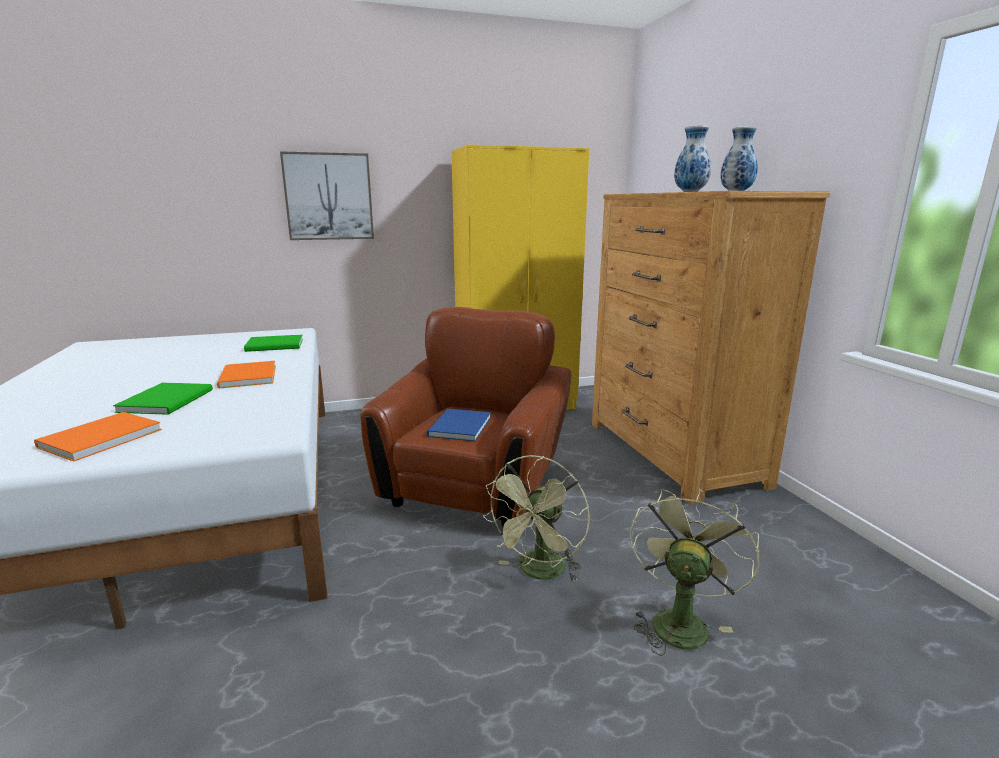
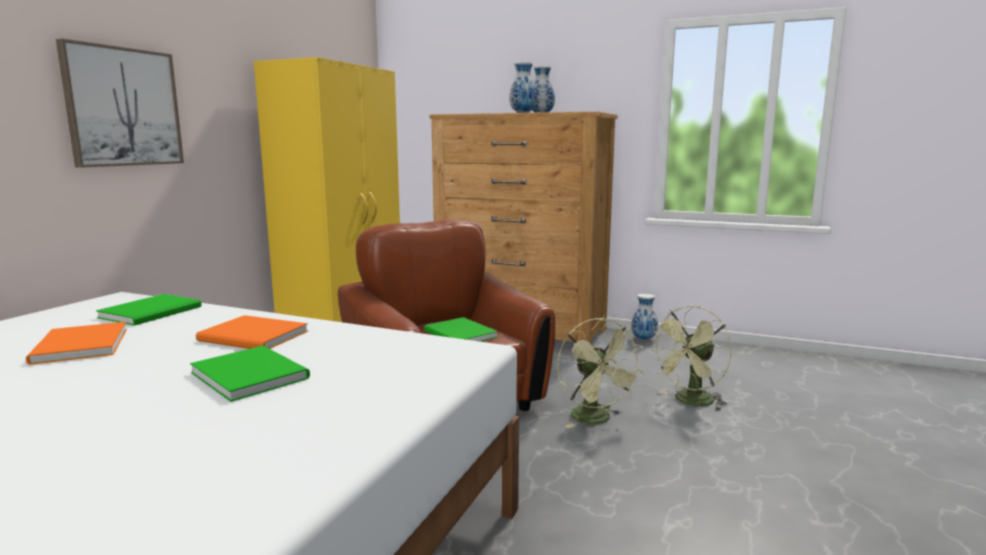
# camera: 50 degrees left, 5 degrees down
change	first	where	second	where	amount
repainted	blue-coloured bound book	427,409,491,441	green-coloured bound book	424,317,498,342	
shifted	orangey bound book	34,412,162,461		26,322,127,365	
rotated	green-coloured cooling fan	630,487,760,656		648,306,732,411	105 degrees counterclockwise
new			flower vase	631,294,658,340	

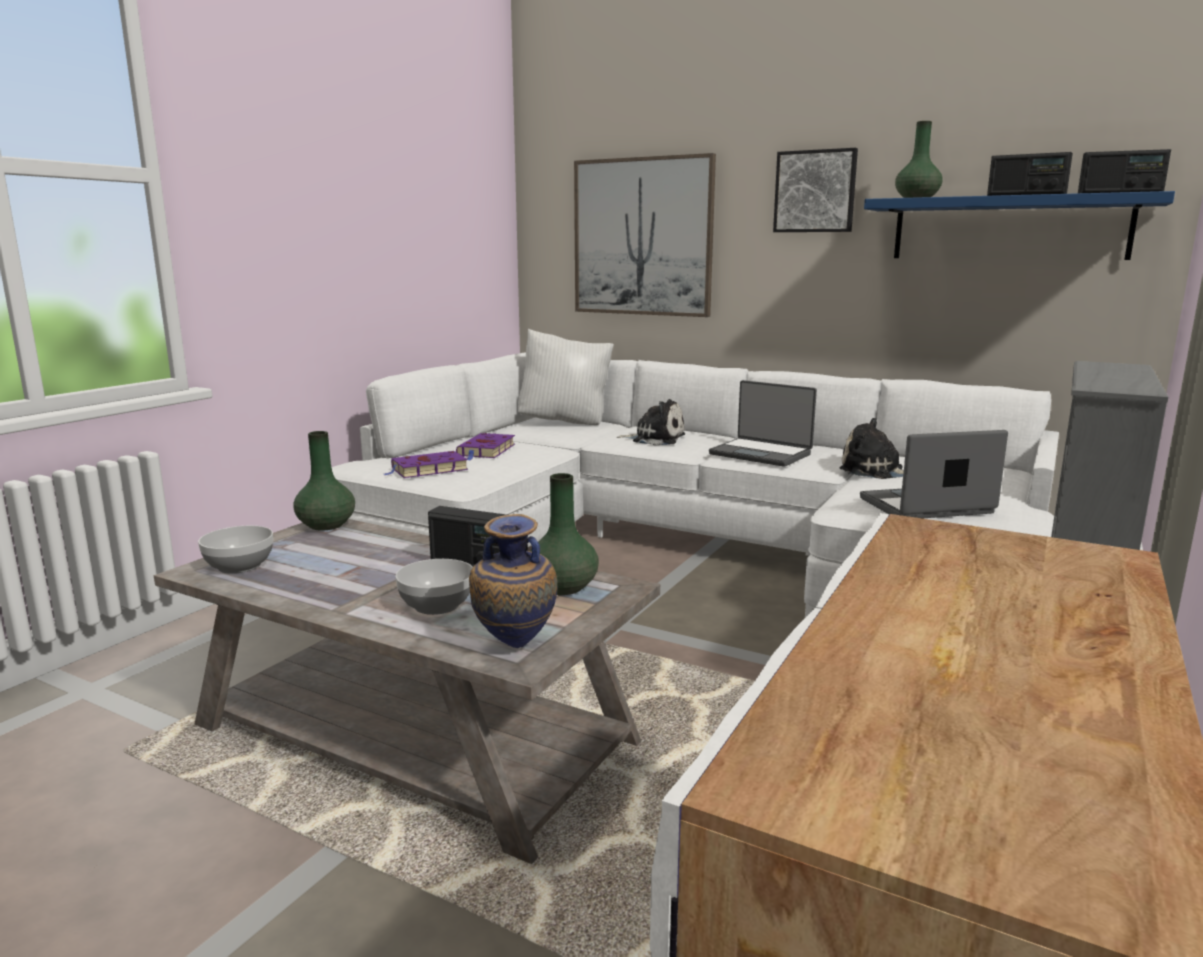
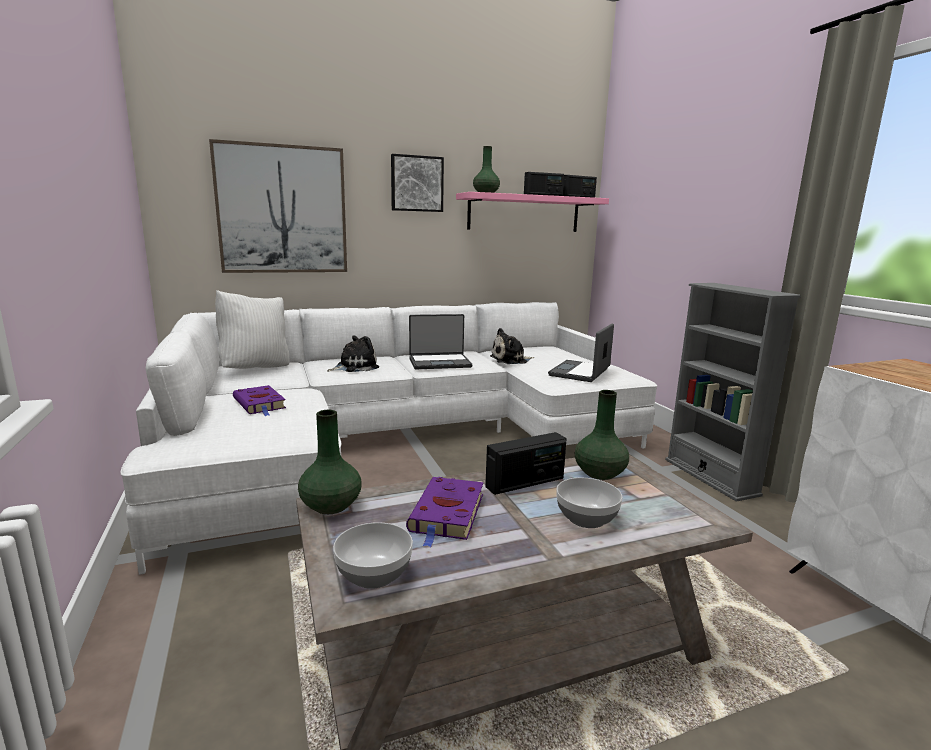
# camera: 50 degrees left, 0 degrees up
change	first	where	second	where	amount
repainted	blue-coloured wall shelf	864,191,1175,260	pinkish wall shelf	456,192,609,232	
shifted	purplish bound book	385,451,468,478		406,477,483,547	
gone	flower vase	469,514,557,648			

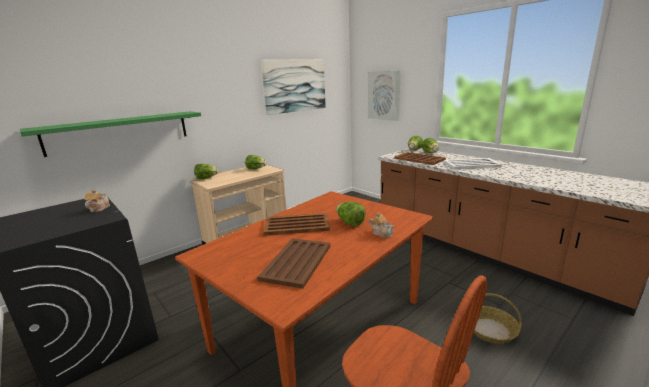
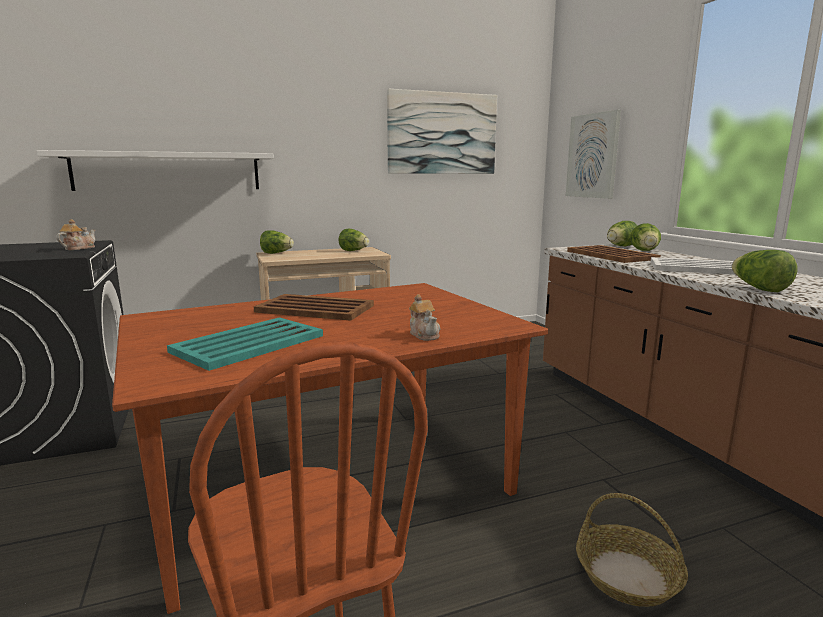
# camera: 20 degrees right, 5 degrees down
change	first	where	second	where	amount
repainted	green-coloured wall shelf	20,111,201,157	white wall shelf	37,150,274,191	
shifted	lettuce head	336,202,366,227		732,250,797,292	
repainted	brown serving tray	257,238,331,289	turquoise serving tray	167,317,323,371	

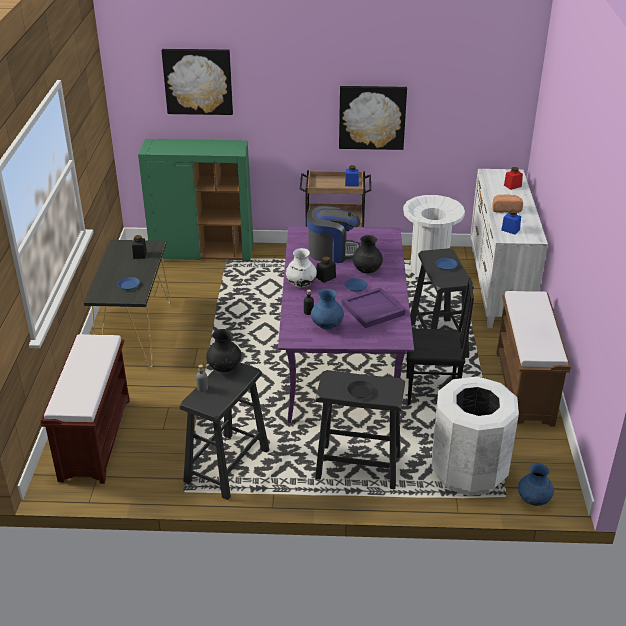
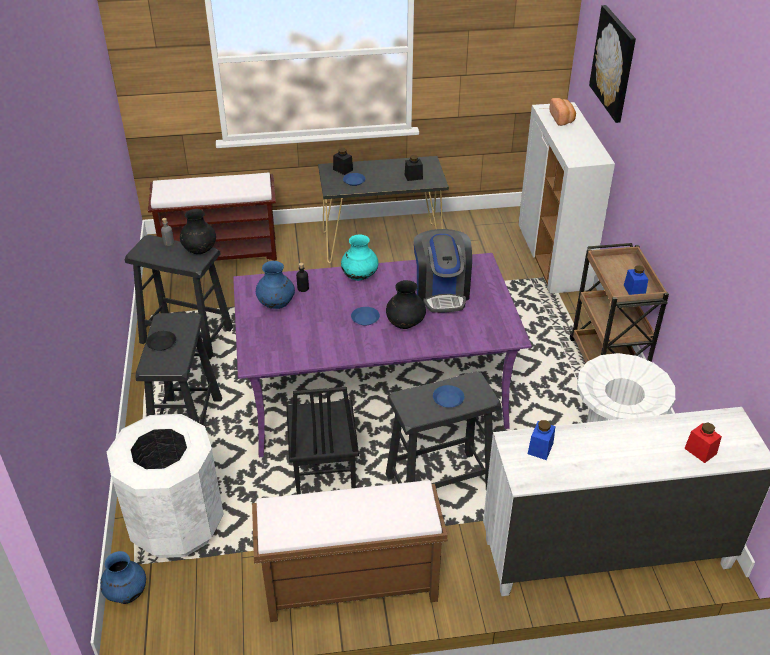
# camera: 80 degrees right, 5 degrees up
change	first	where	second	where	amount
gone	wall picture	339,86,407,150			
repainted	green-coloured cupboard	138,139,253,261	white cupboard	518,102,615,294	
shifted	bakery bread	492,194,523,213		549,98,576,126	
repainted	white flower vase	286,248,317,287	turquoise flower vase	341,235,379,281	
shifted	blackish preserve jar	316,256,336,283		333,148,353,175	
gone	purplish serving tray	342,287,405,328			

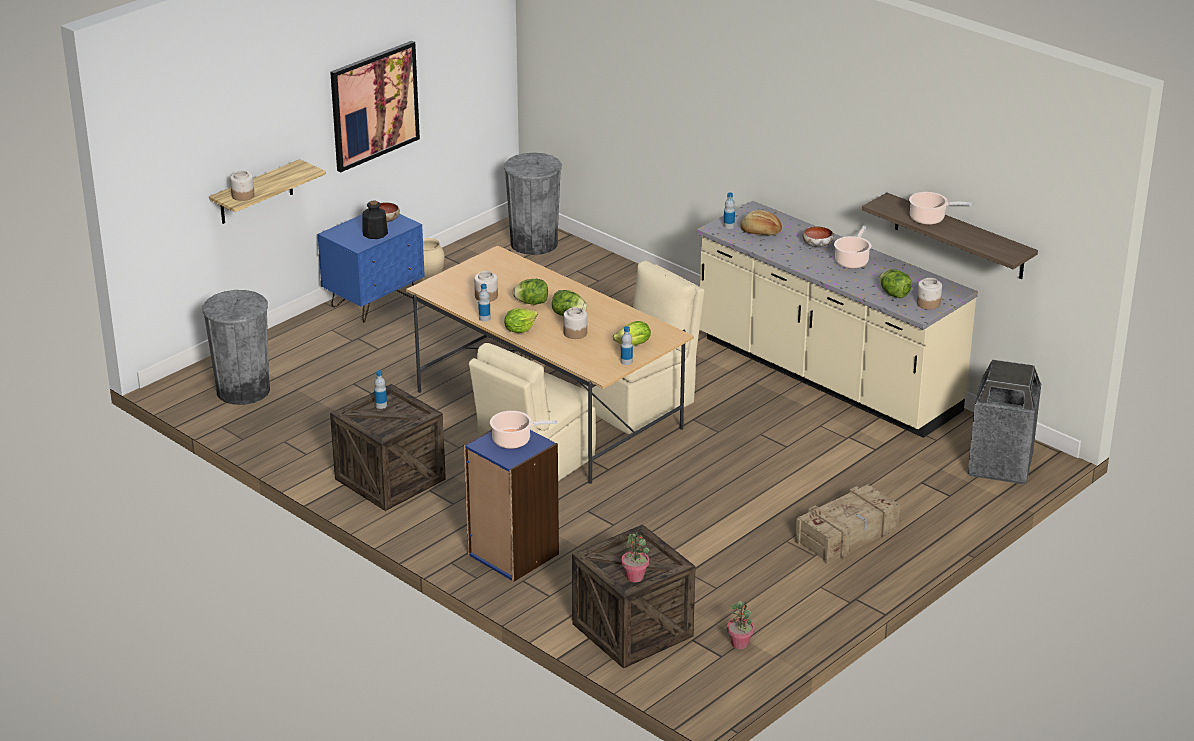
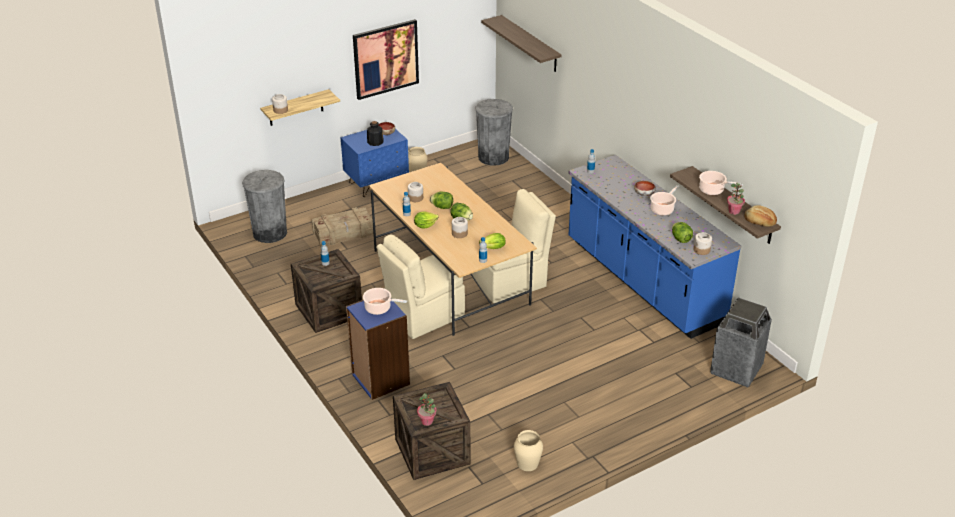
# camera: 15 degrees right, 5 degrees up
change	first	where	second	where	amount
repainted	beige-coloured kitchen base unit	697,201,978,438	blue-coloured kitchen base unit	568,155,741,339	
shifted	bakery bread	740,210,782,235		744,205,777,227	
shifted	crate	795,484,900,564		312,207,373,247	
shifted	plant in a pot	727,601,754,649		727,183,745,215	
new			wall shelf	481,15,561,72	
new			beige-coloured flower vase	514,430,543,471	

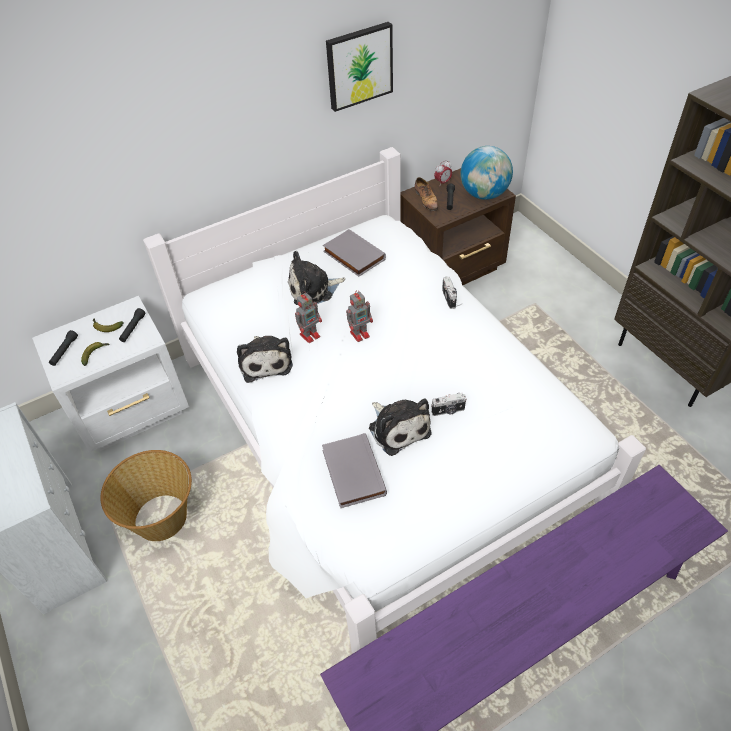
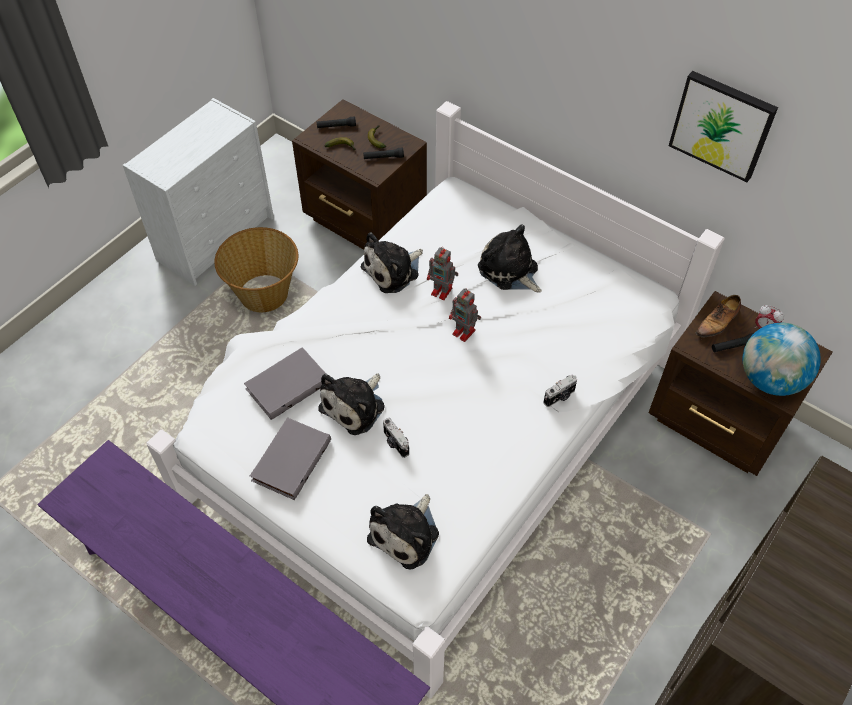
# camera: 65 degrees right, 5 degrees up
change	first	where	second	where	amount
shifted	grey bound book	323,229,386,277		250,417,331,500	
repainted	white bedside table	32,296,189,452	brown bedside table	292,99,427,250	
new			plush toy	367,494,439,569	

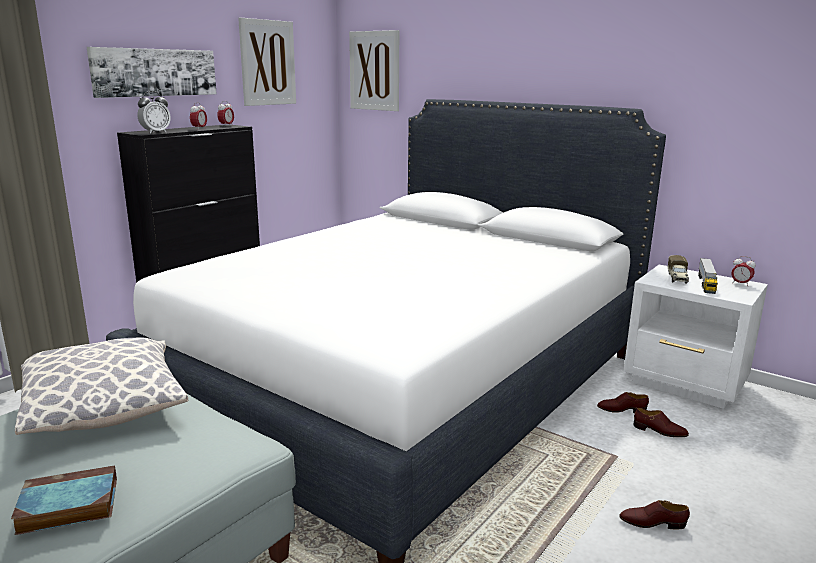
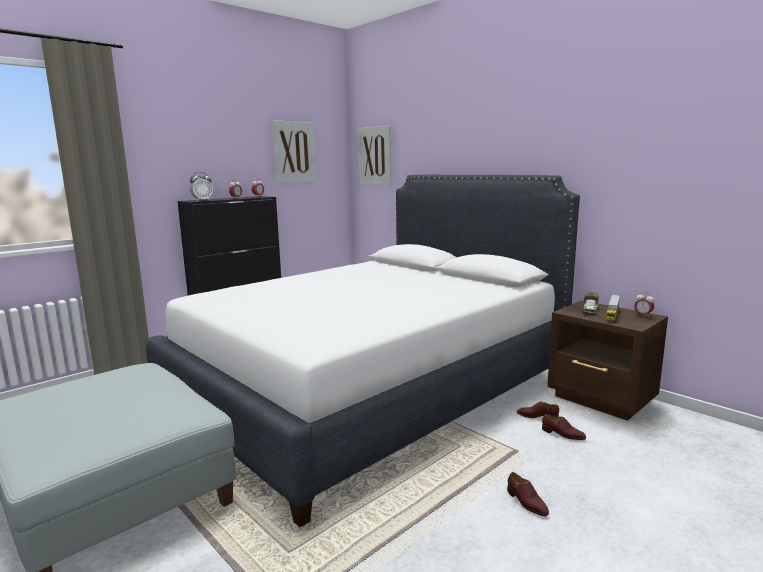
# camera: 10 degrees right, 5 degrees down
change	first	where	second	where	amount
gone	wall picture	87,47,217,98			
repainted	white bedside table	624,265,768,409	brown bedside table	547,300,668,421	
gone	pillow	15,337,188,435			
gone	bound book	11,465,117,535			
rotated	brown low shoe	620,500,690,529		507,472,549,516	135 degrees counterclockwise

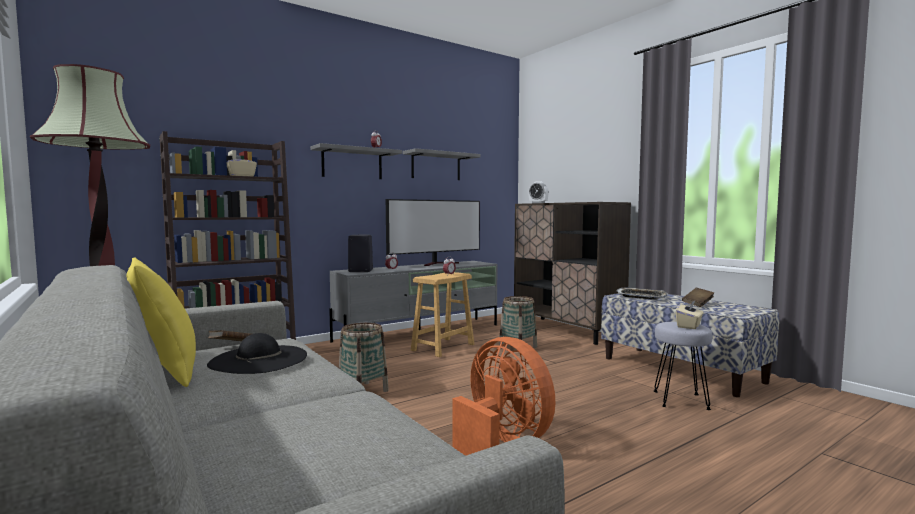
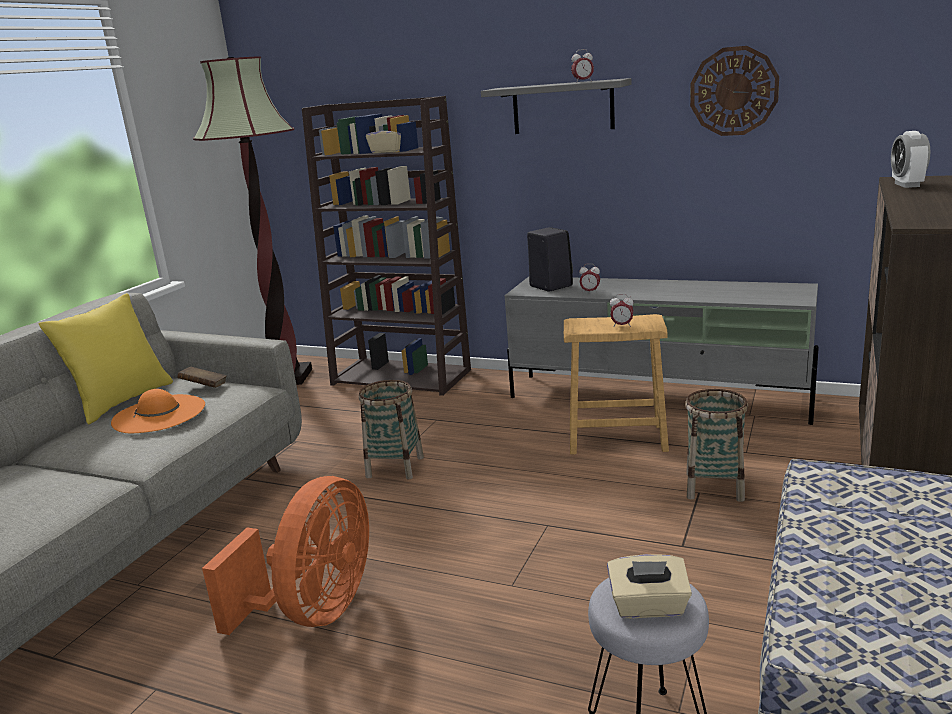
# camera: 60 degrees right, 15 degrees up
change	first	where	second	where	amount
swapped	grey wall shelf	403,148,481,180	hanging clock	690,46,779,136	
gone	TV set	386,199,480,266			
gone	serving tray	617,288,668,300			
gone	brown bound book	682,288,714,307			
repainted	blackish clothing hat	207,333,307,374	orangey clothing hat	111,389,205,433	

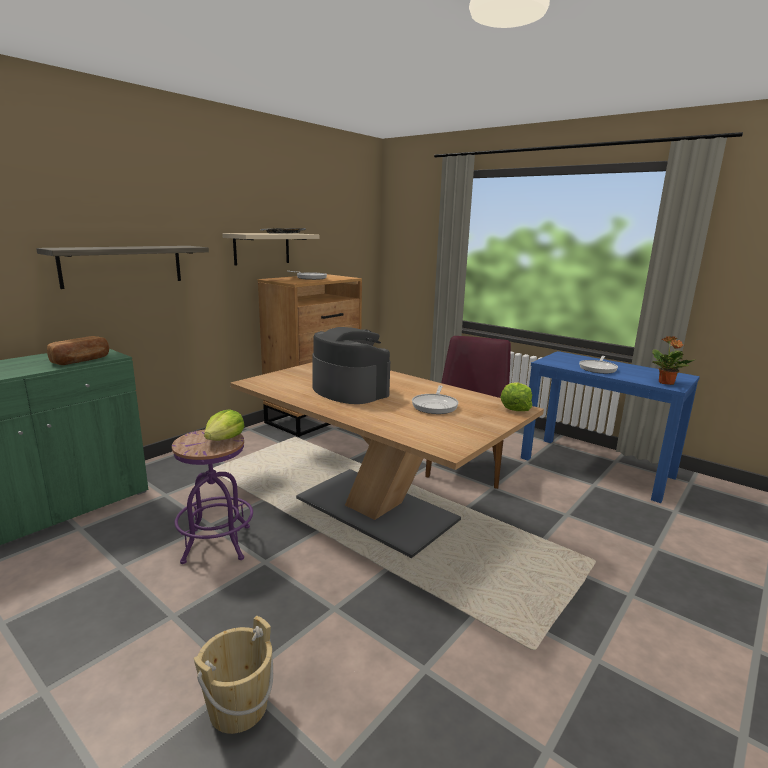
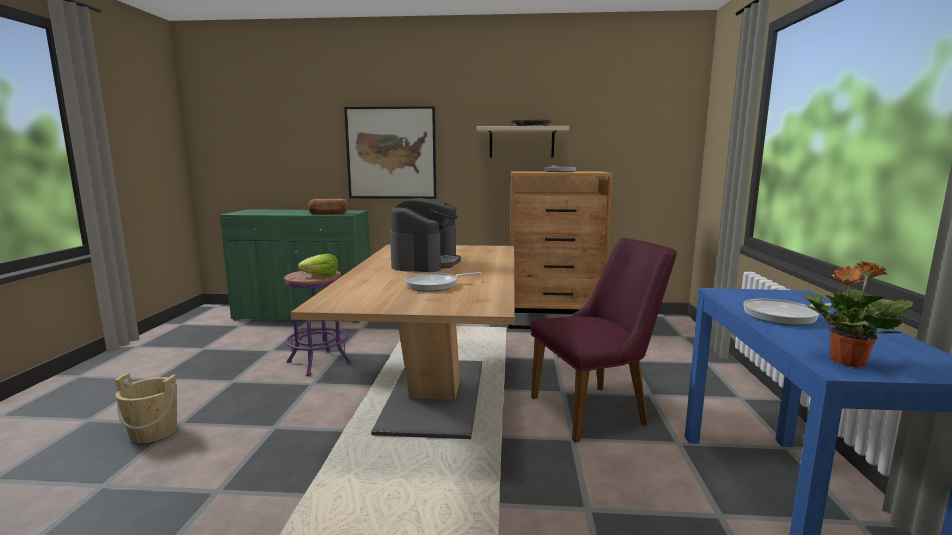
# camera: 55 degrees right, 5 degrees down
change	first	where	second	where	amount
swapped	wall shelf	36,246,209,289	wall picture	344,106,436,199	
gone	lettuce head	500,382,532,411			

